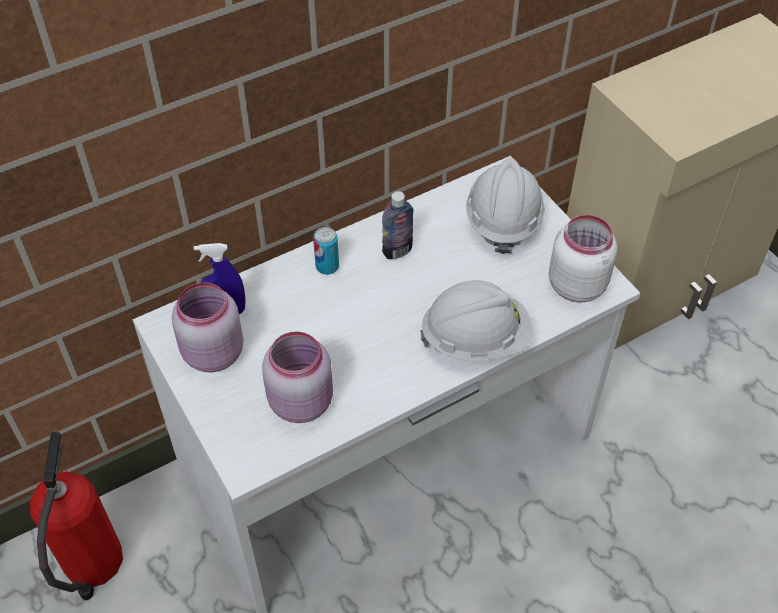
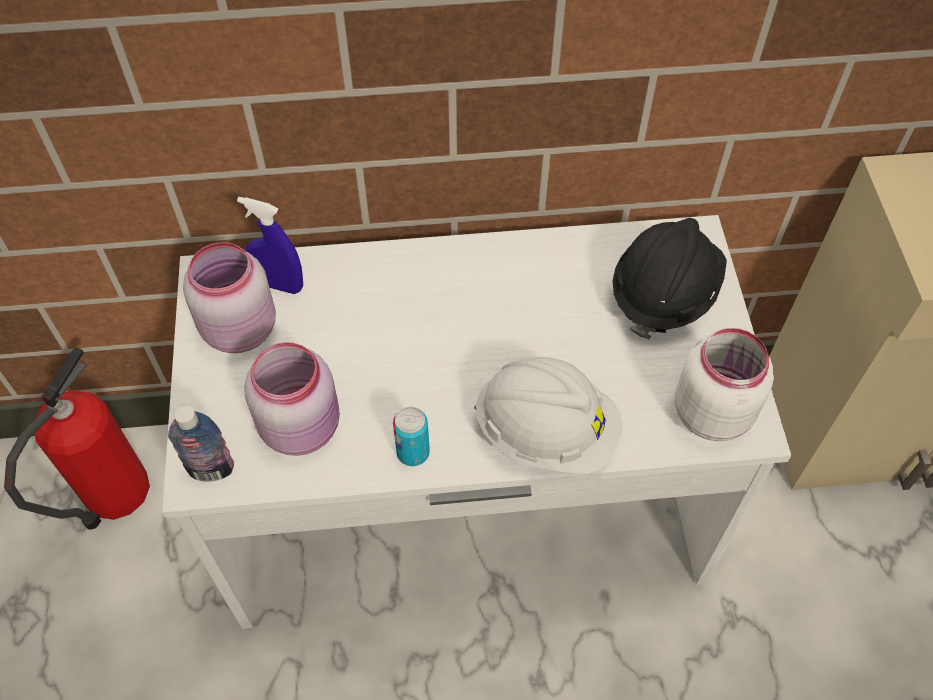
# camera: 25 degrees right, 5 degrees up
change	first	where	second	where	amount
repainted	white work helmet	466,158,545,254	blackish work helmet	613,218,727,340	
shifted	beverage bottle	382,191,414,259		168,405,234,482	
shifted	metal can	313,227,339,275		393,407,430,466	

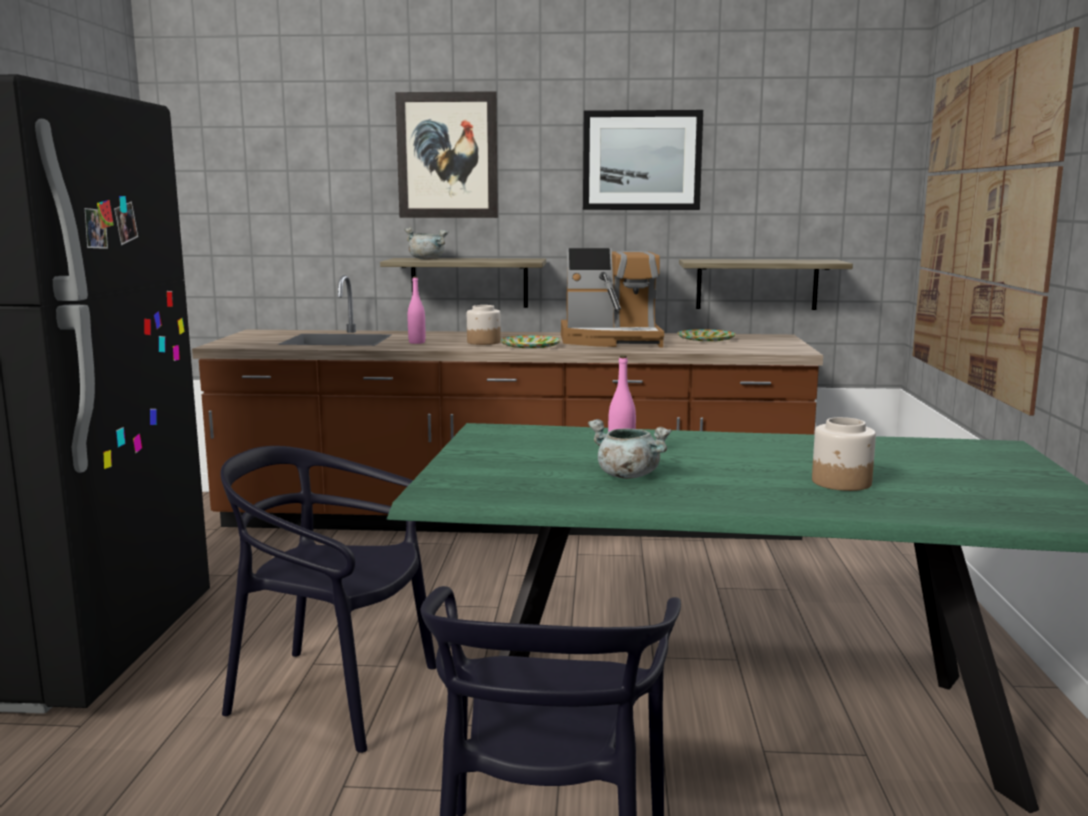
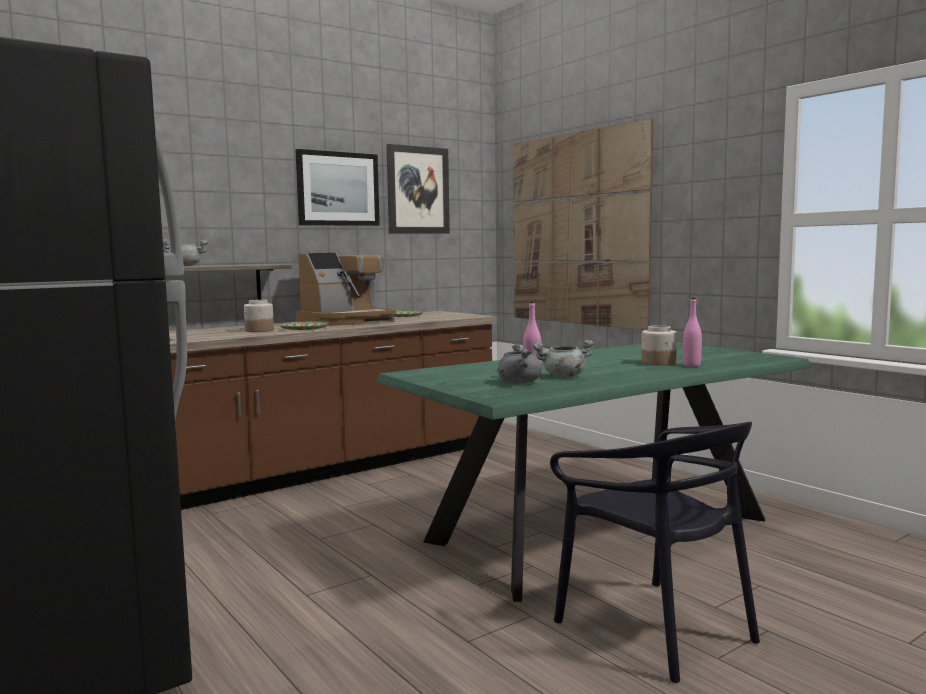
# camera: 40 degrees left, 5 degrees down
change	first	where	second	where	amount
shifted	wall picture	395,91,498,218		386,144,450,234	
gone	wall shelf	679,259,853,310			
shifted	pinkish beverage bottle	408,276,425,344		683,298,702,367	
gone	blackish plain chair	220,446,436,753			
new			grey saucepot	498,344,542,383	

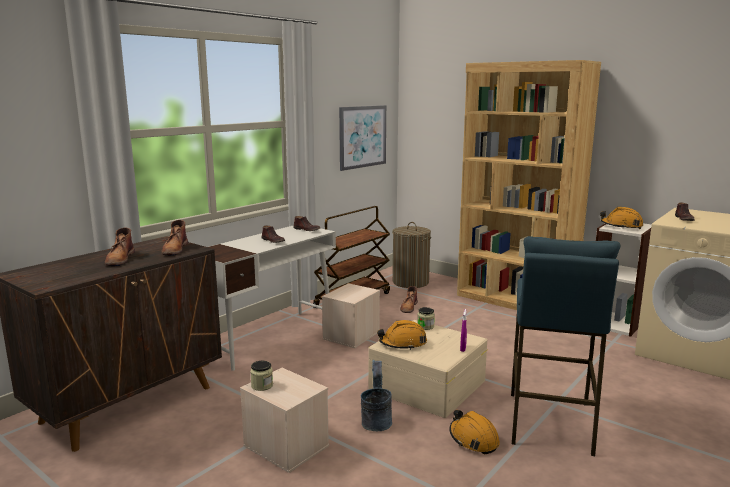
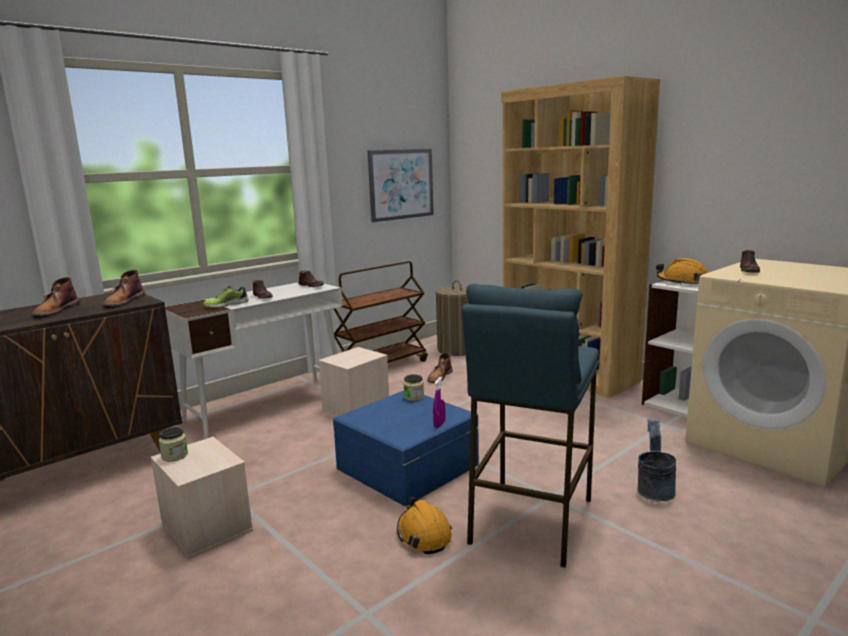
# camera: 10 degrees right, 0 degrees up
change	first	where	second	where	amount
repainted	beige-coloured storage box	368,320,487,418	blue-coloured storage box	333,391,479,506	
gone	orangey work helmet	377,320,427,350			
shifted	grey water bucket	360,360,392,431		638,419,676,501	
new			low shoe	203,286,249,308	

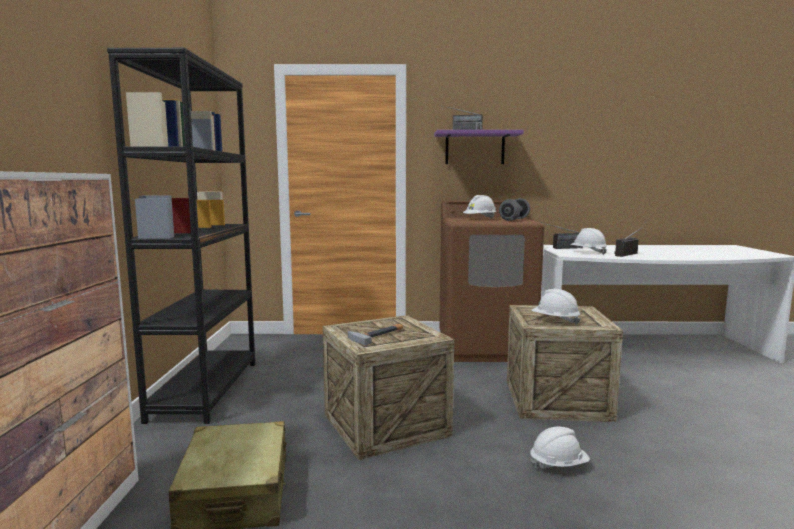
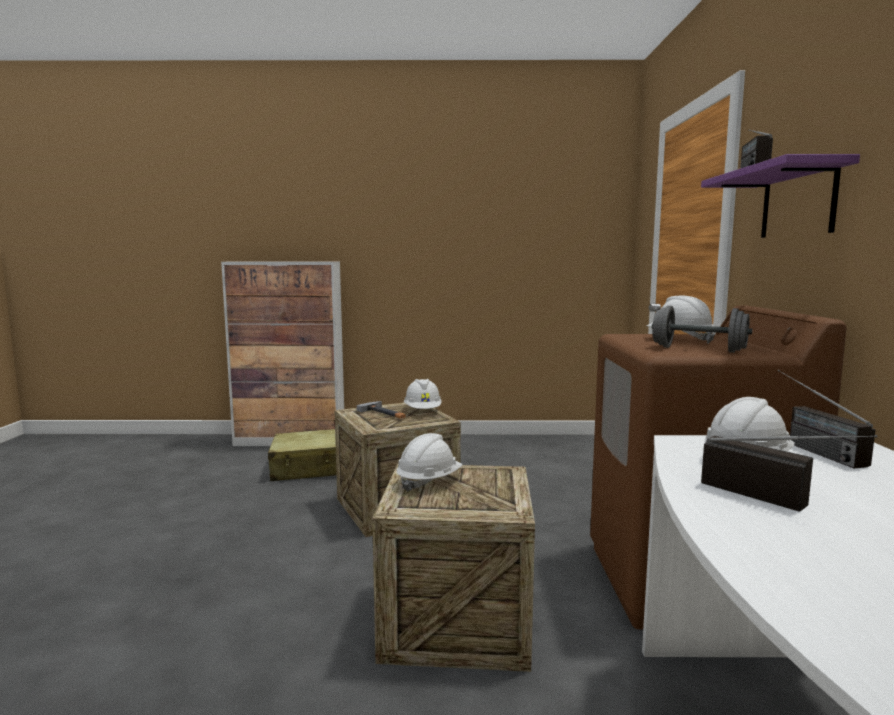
# camera: 90 degrees right, 0 degrees up
change	first	where	second	where	amount
gone	blackish bookcase	107,48,255,424			
shifted	white work helmet	530,427,590,469		404,379,442,409	

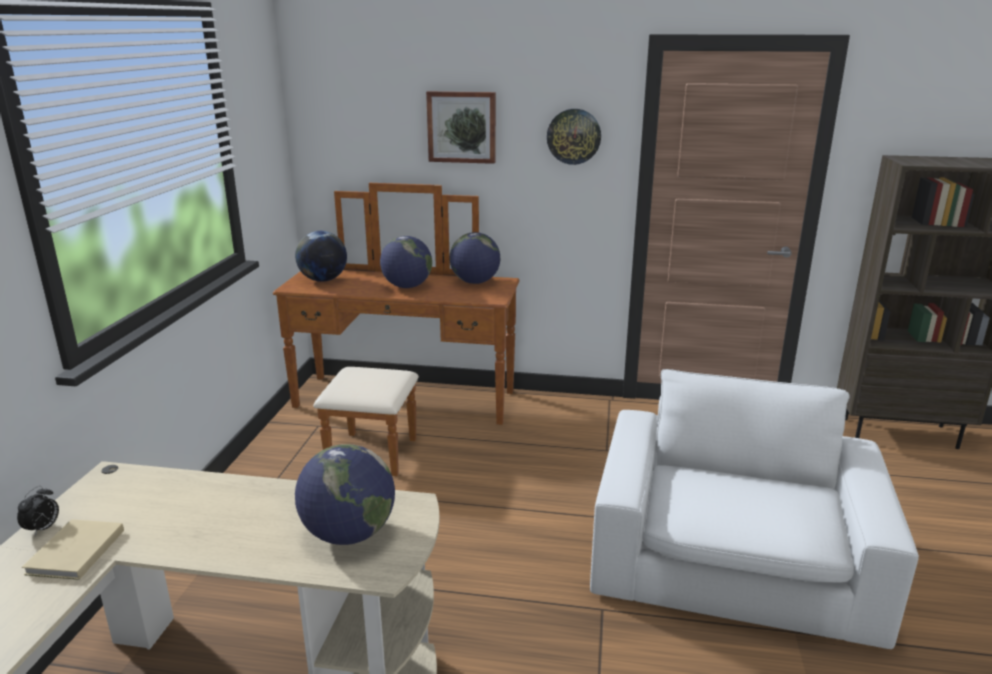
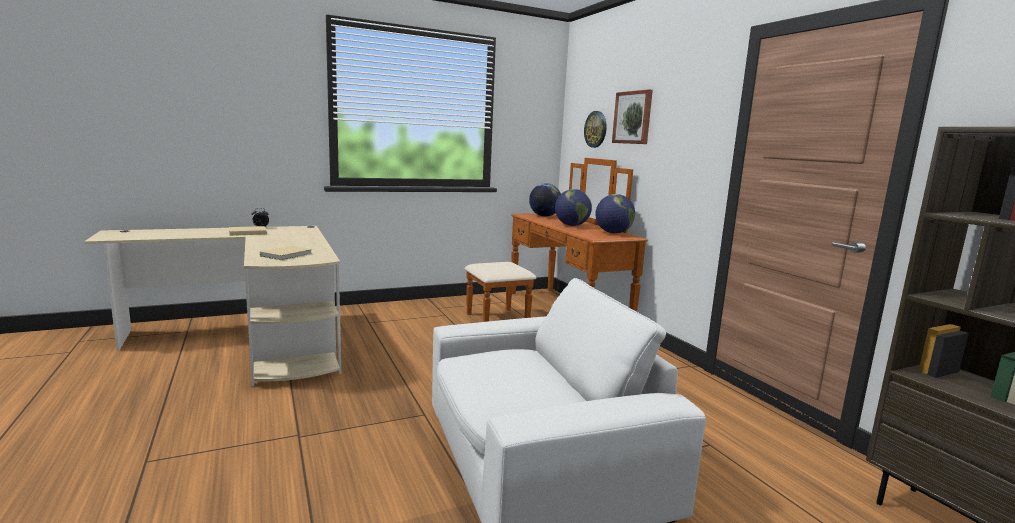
# camera: 55 degrees right, 10 degrees down
change	first	where	second	where	amount
shifted	hanging clock	547,109,601,165		584,111,607,148	
swapped	desk globe	295,444,395,545	beige-coloured bound book	260,245,313,261	

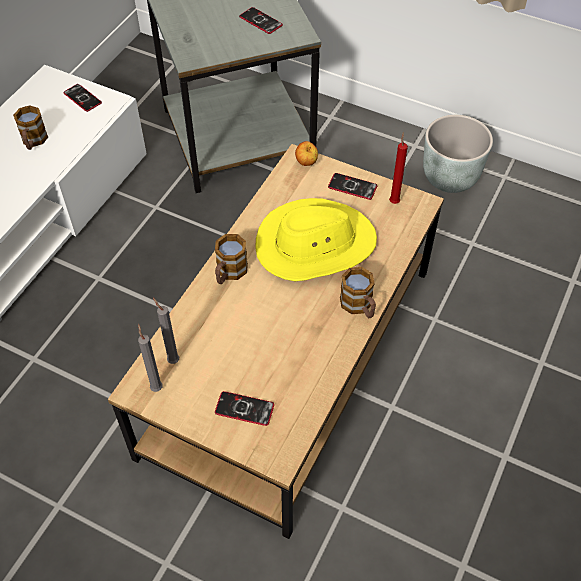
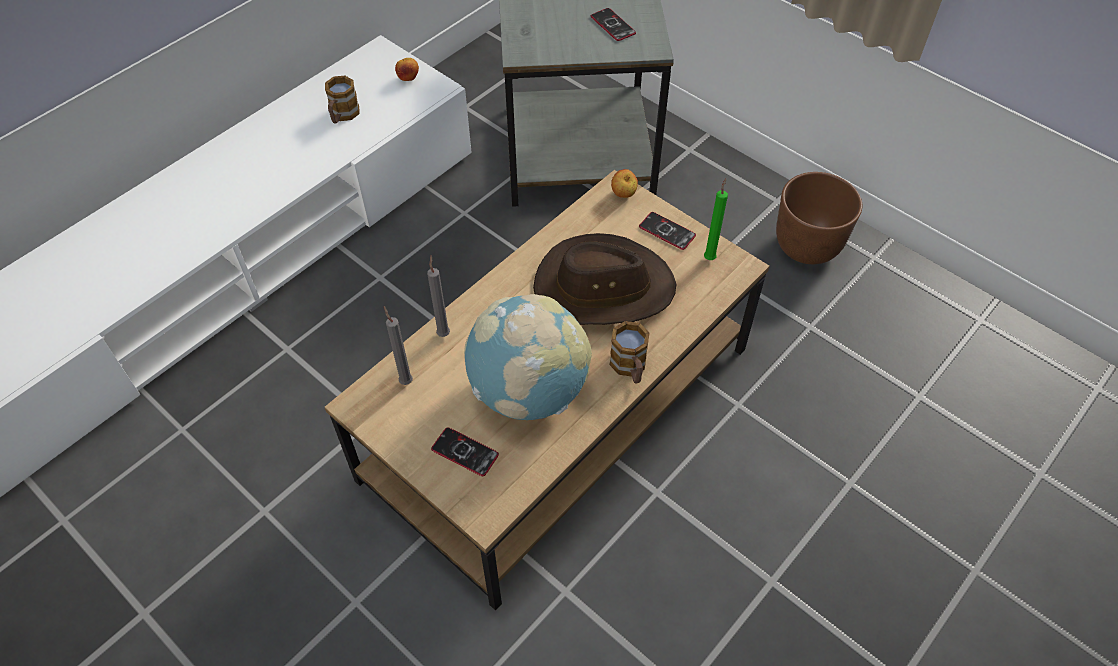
# camera: 15 degrees right, 0 degrees up
change	first	where	second	where	amount
swapped	handset	63,84,102,112	apple	395,58,419,81	
repainted	grey plant pot	423,115,493,193	brown plant pot	776,172,862,264	
repainted	reddish wax light	389,132,408,204	green-coloured wax light	704,178,728,260	
repainted	yellow clothing hat	255,198,377,281	brown clothing hat	533,233,676,325	
gone	coffee mug	215,234,248,284			
shifted	grey wax light	138,324,163,392		427,256,450,337	
new			desk globe	464,294,592,420	

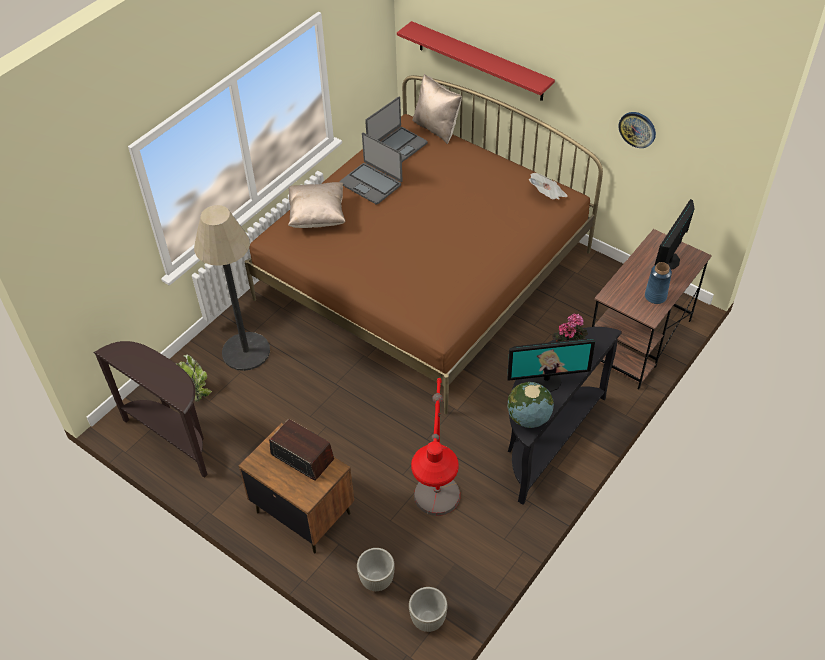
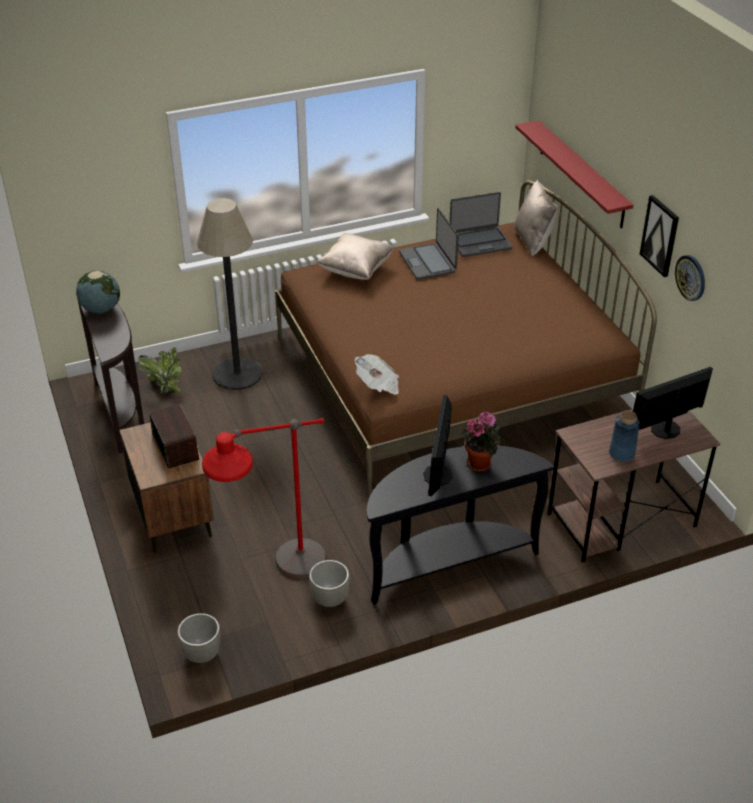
# camera: 30 degrees right, 10 degrees down
change	first	where	second	where	amount
shifted	daily paper	529,173,568,200		355,354,399,395	
rotated	monitor	507,339,595,392		423,395,453,496	75 degrees clockwise
shifted	desk globe	507,382,554,428		76,271,120,314	
shifted	grey plant pot	357,548,395,591		309,560,350,607	
new			wall picture	640,195,679,277	

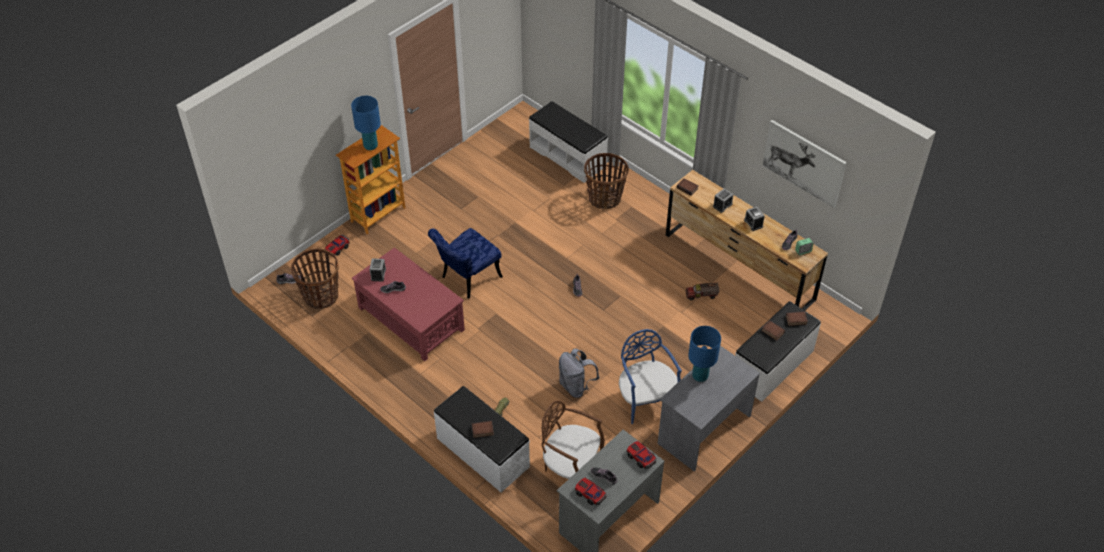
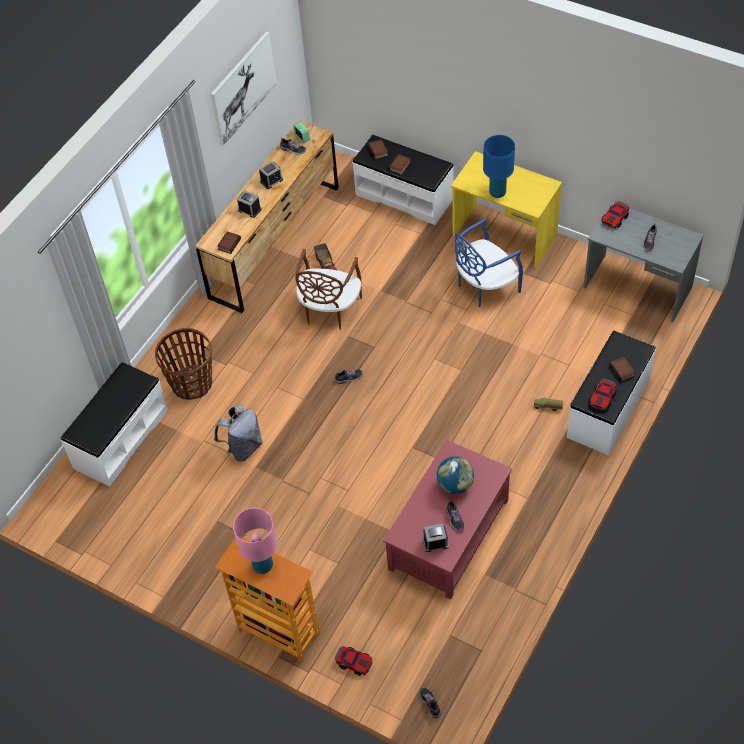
# camera: 100 degrees left, 5 degrees up
change	first	where	second	where	amount
repainted	blue-coloured tabletop lamp	351,96,381,150	pinkish tabletop lamp	233,508,277,574	
gone	blue-coloured plain chair	428,228,503,298			
gone	storage basket	291,248,339,309			
repainted	grey desk unit	657,346,760,472	yellow desk unit	451,151,562,268	
shifted	grey backpack	559,348,600,398		214,405,263,462	
shifted	brown plain chair	542,400,605,479		295,249,362,330	
shifted	miniature car	575,478,606,505		589,378,617,410	
new			desk globe	437,456,474,494	

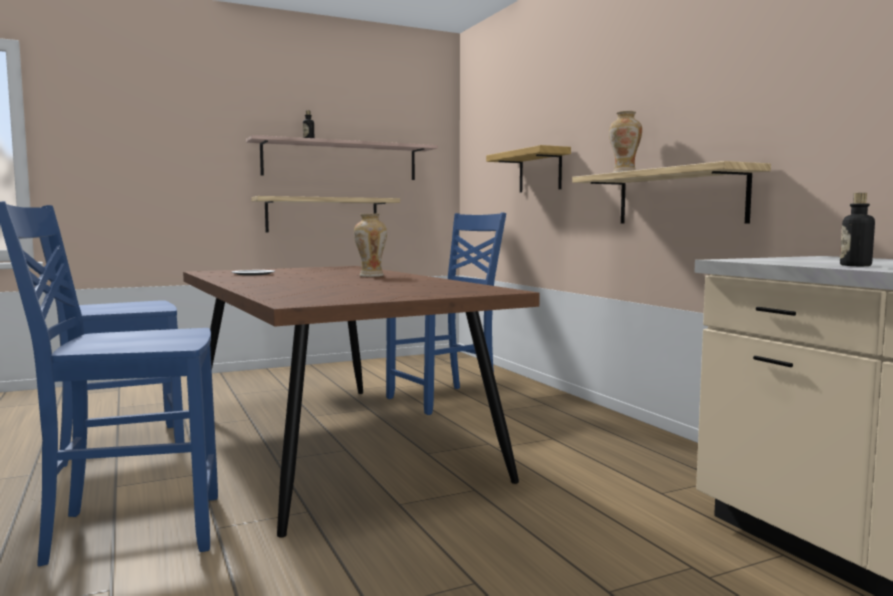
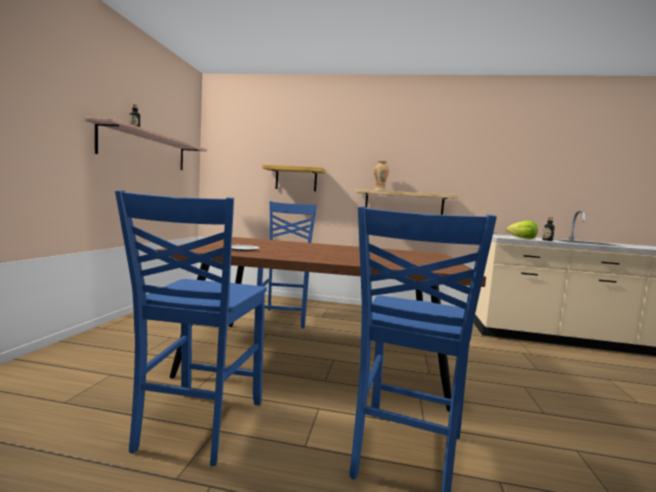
# camera: 55 degrees left, 0 degrees up
change	first	where	second	where	amount
gone	wall shelf	251,196,400,233			
gone	flower vase	354,213,387,277			
new			lettuce head	506,221,538,239	

